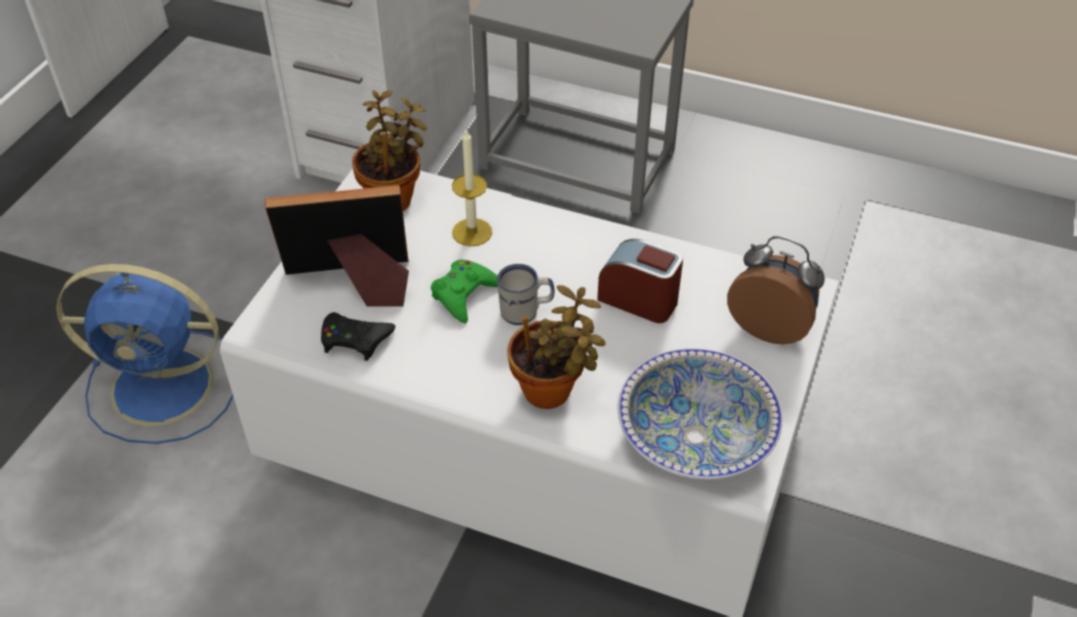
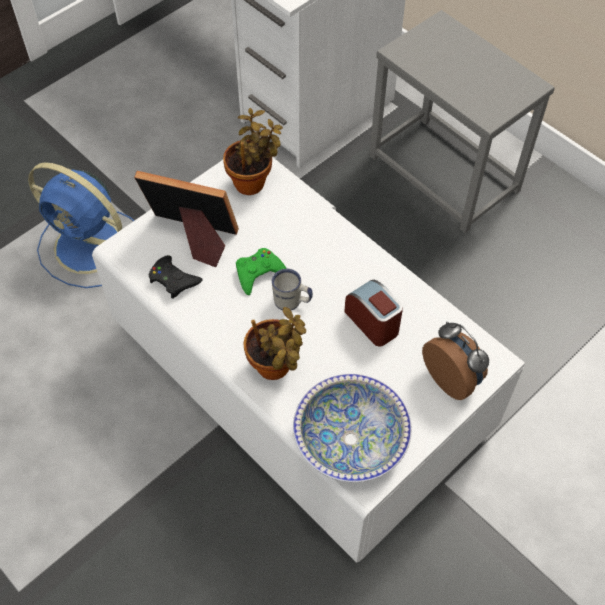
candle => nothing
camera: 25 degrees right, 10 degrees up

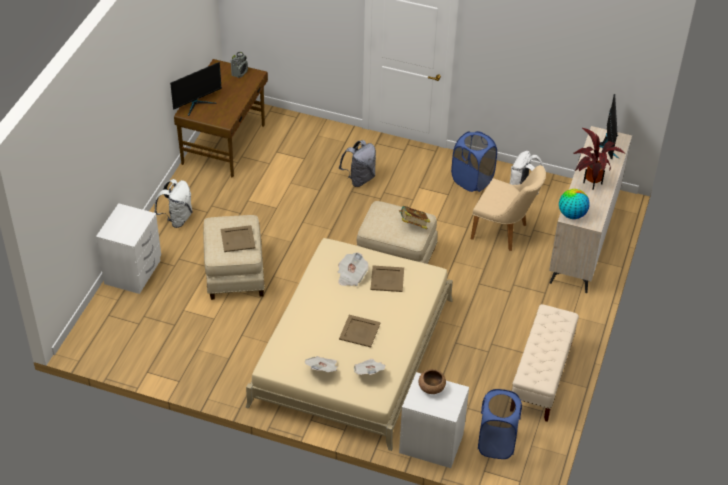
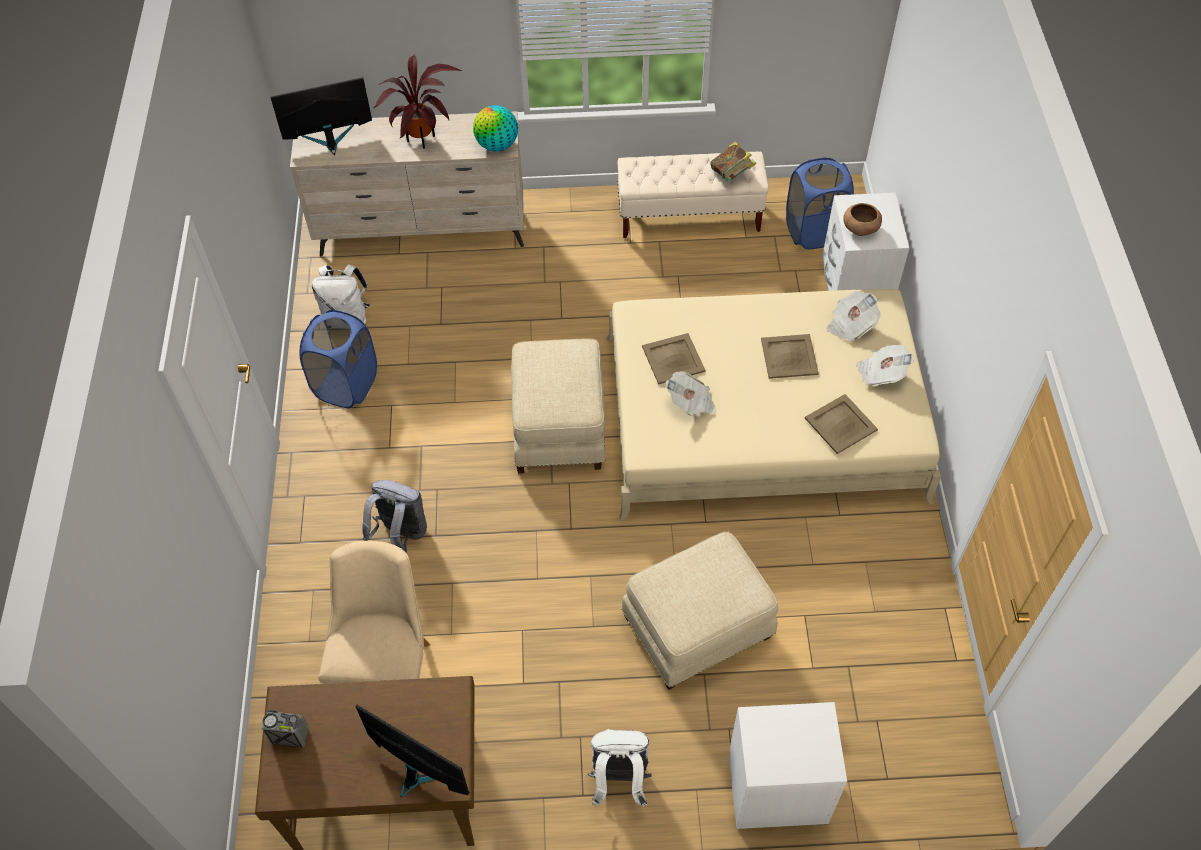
serving tray in beige (no. 1 from left in the first image) => serving tray in beige (no. 3 from left), relocated
volume, relocated
upright chair in beige, relocated
camera: 110 degrees left, 10 degrees up

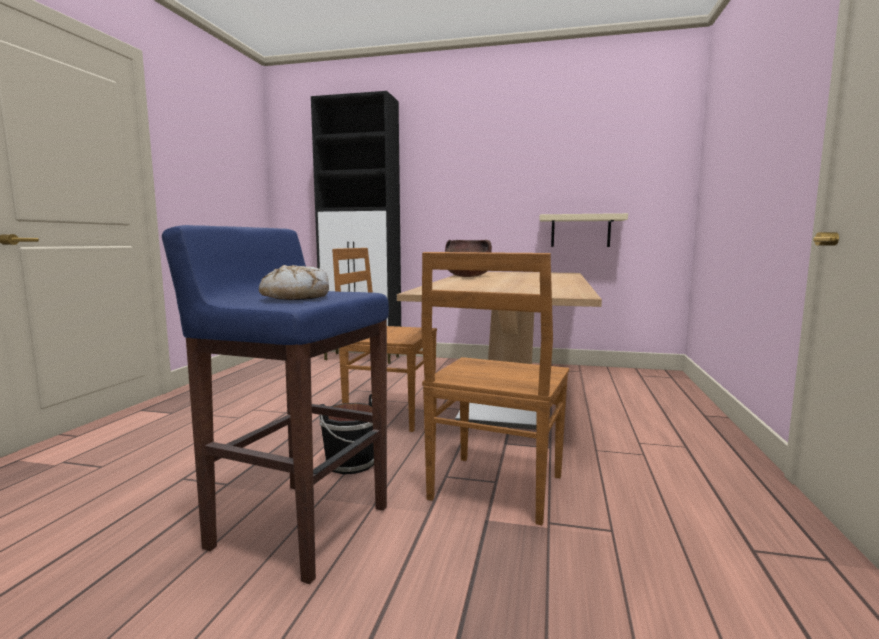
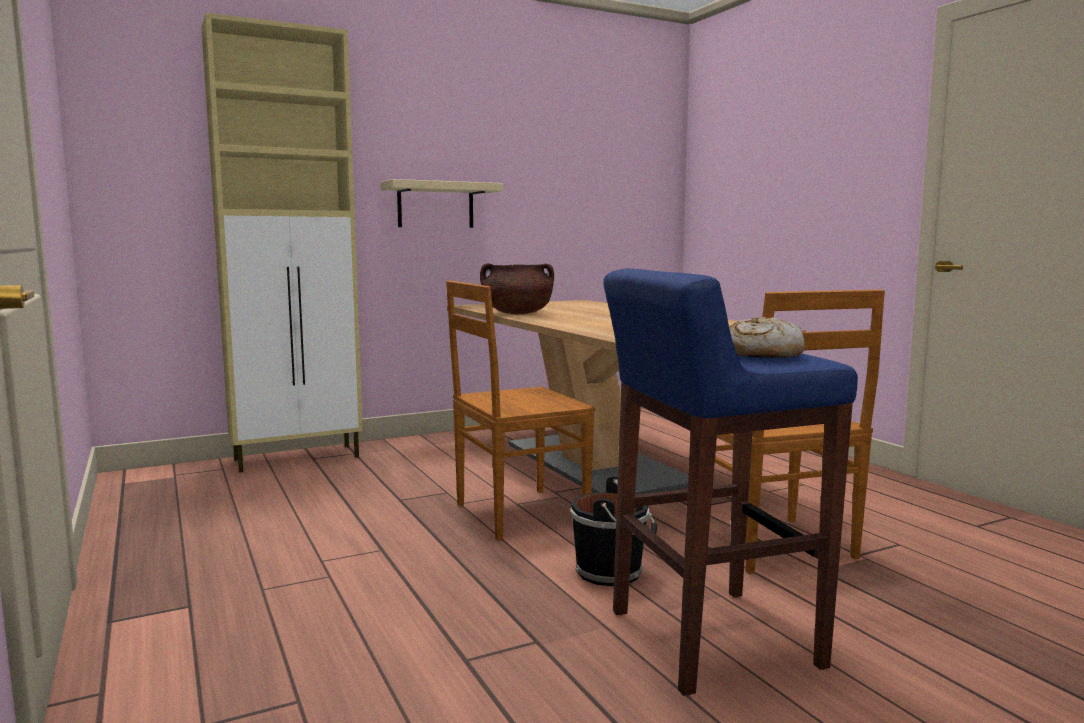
cabinet in black-coloured => cabinet in beige
wall shelf in beige, relocated
camera: 40 degrees left, 0 degrees up

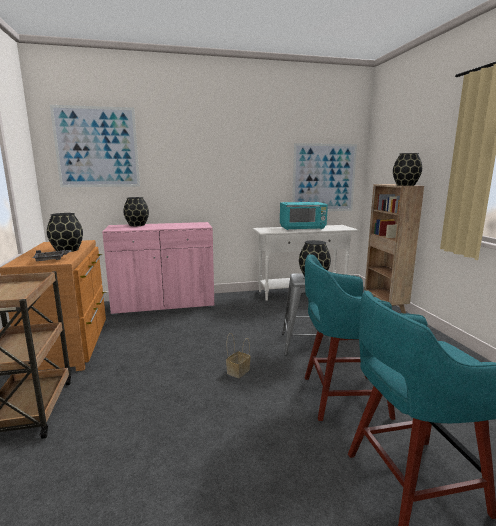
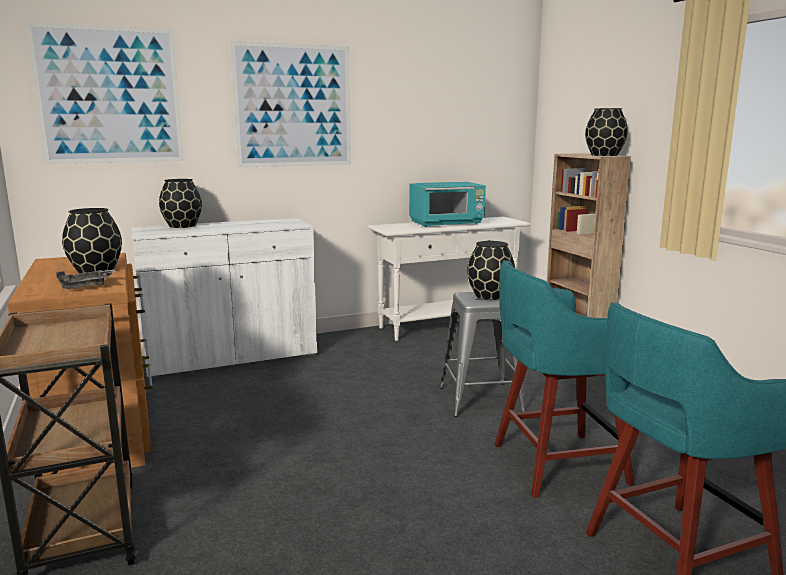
cabinet in pink-coloured => cabinet in white
storage basket => nothing
picture (no. 2 from left), relocated
camera: 10 degrees left, 0 degrees up

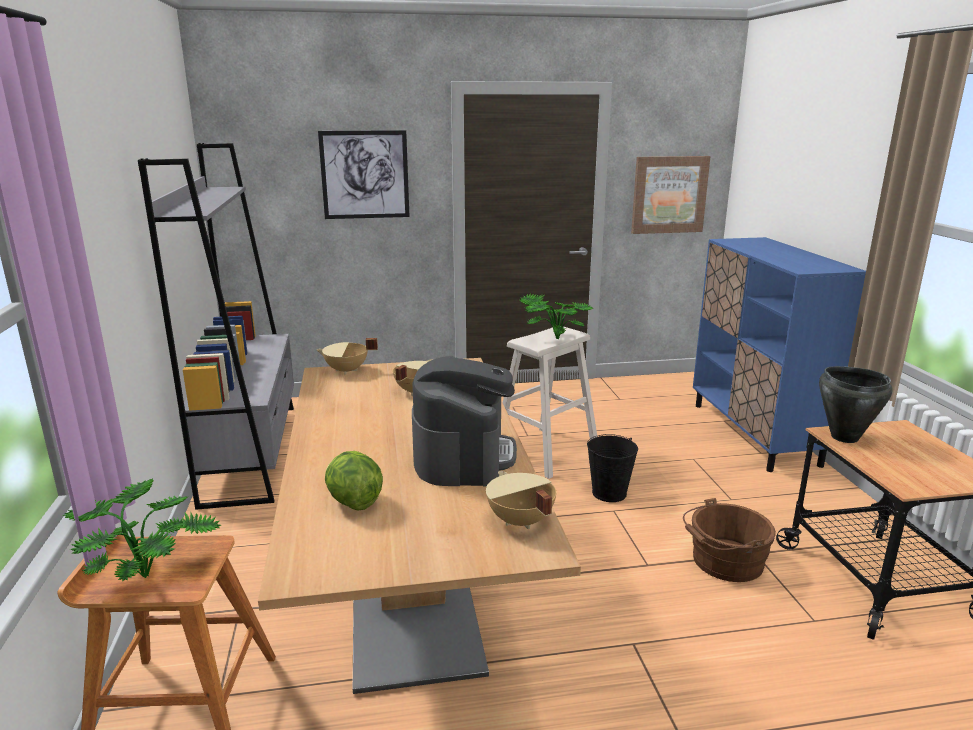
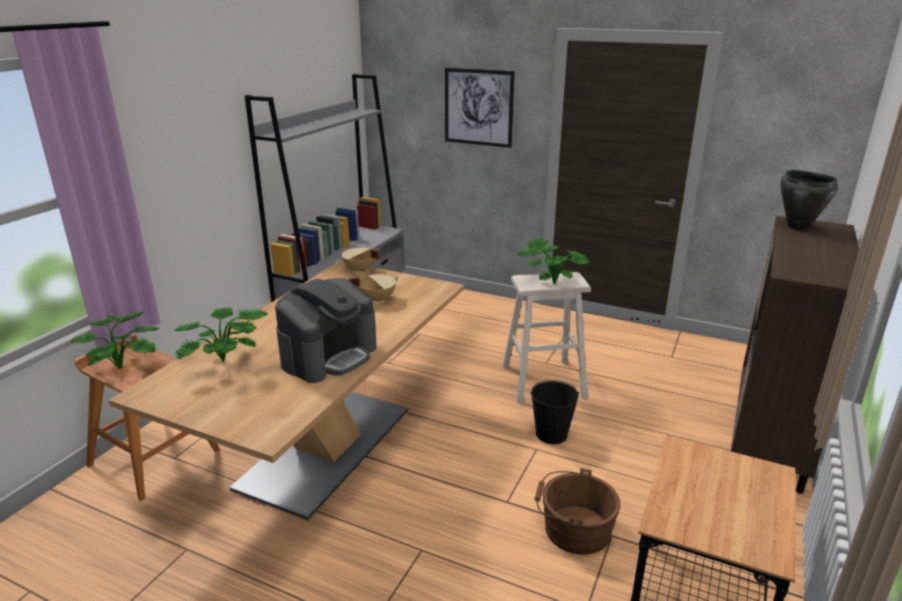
lettuce => plant in a pot (no. 2 from left)
cooking pot in beige (no. 3 from left) => nothing
picture (no. 2 from left) => nothing
cabinet in bluish => cabinet in brown-coloured
cooking pot in black-coloured, relocated
camera: 35 degrees right, 5 degrees up

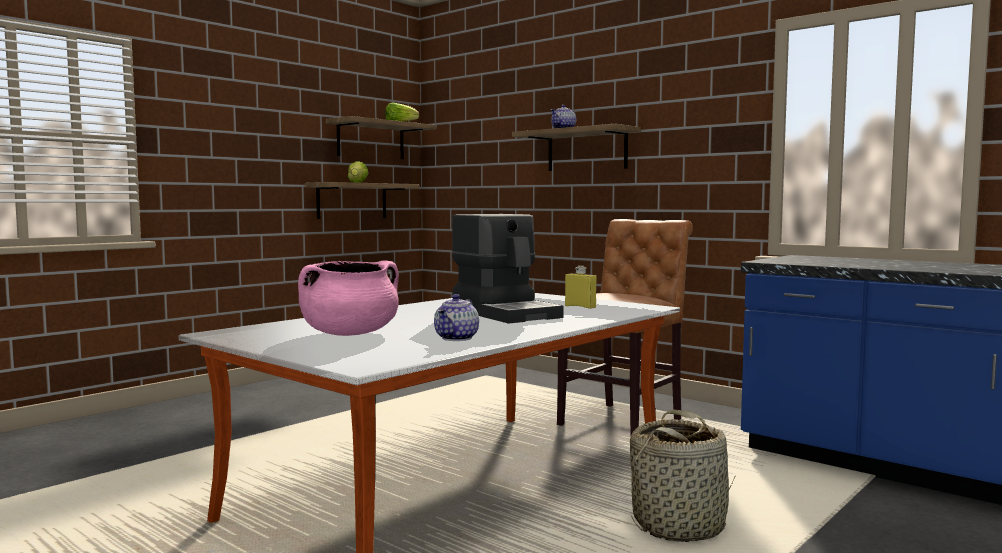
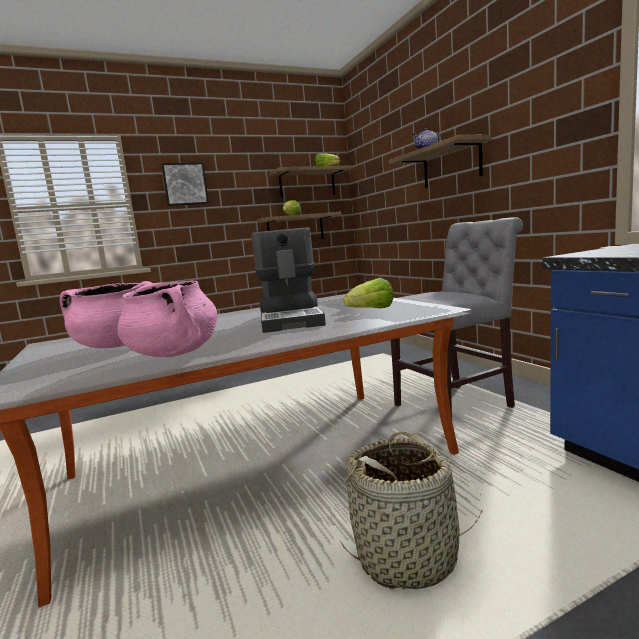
pot for tea (no. 1 from left) => cooking pot in pink-coloured (no. 2 from left)
upright chair in brown-coloured => upright chair in grey
drink bottle in yellow-coloured => lettuce (no. 3 from left)
nothing => picture
camera: 25 degrees right, 5 degrees up

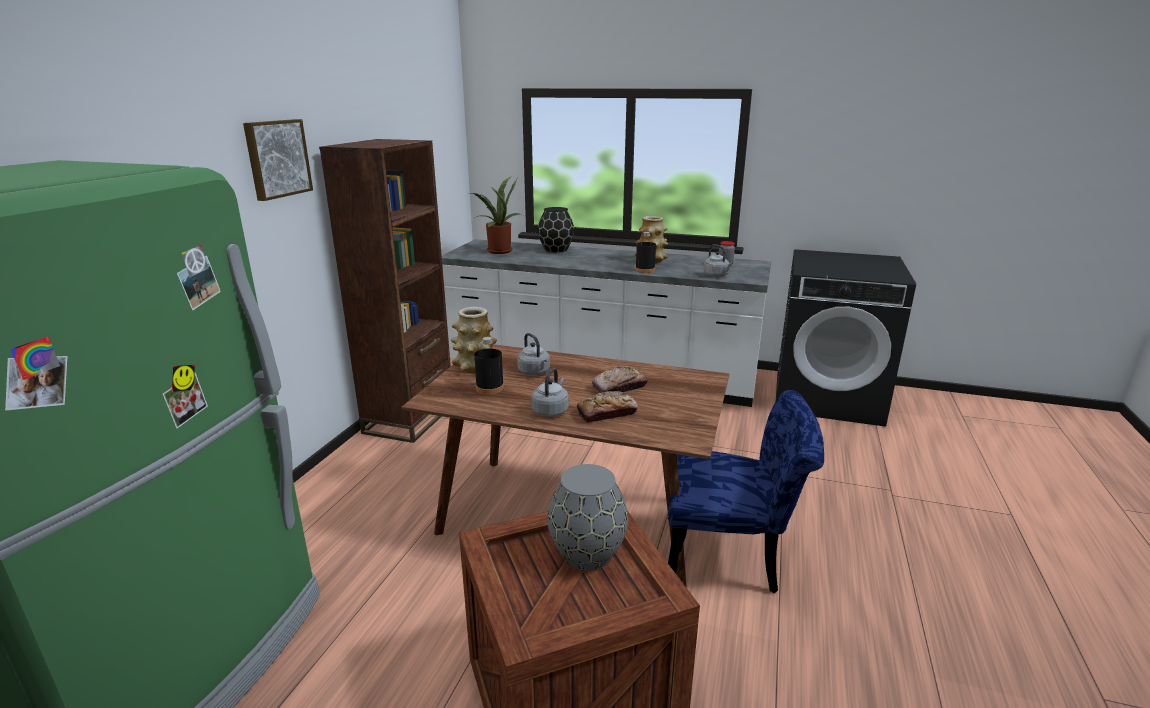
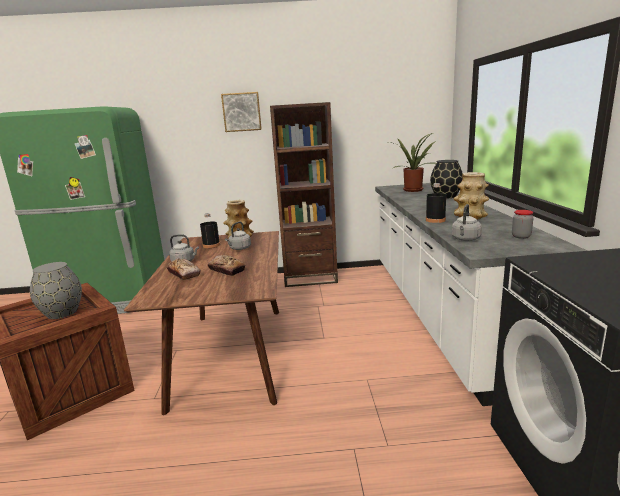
upright chair in bluish => nothing
camera: 70 degrees right, 5 degrees down

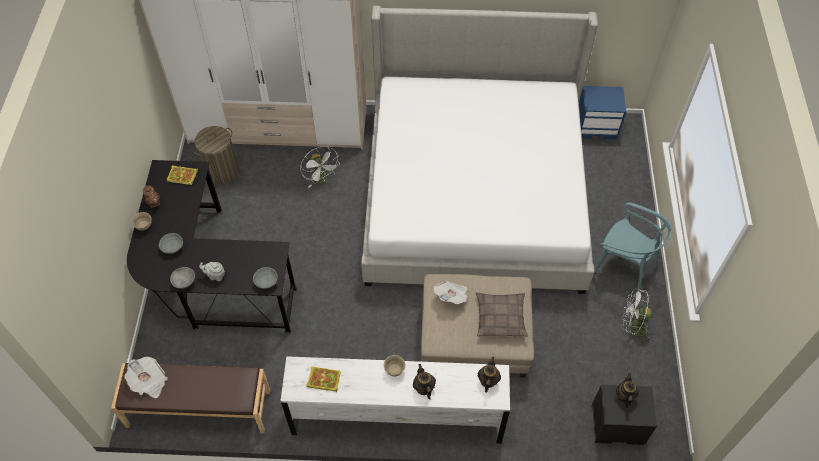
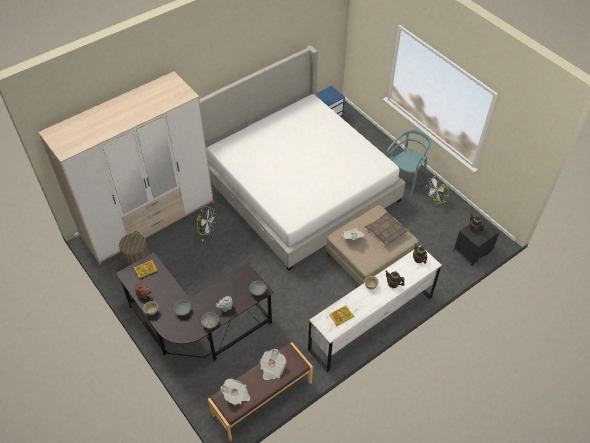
upright chair in turquoise-coloured, 45 degrees counterclockwise
nothing => newspaper (no. 2 from left)
camera: 40 degrees left, 5 degrees down

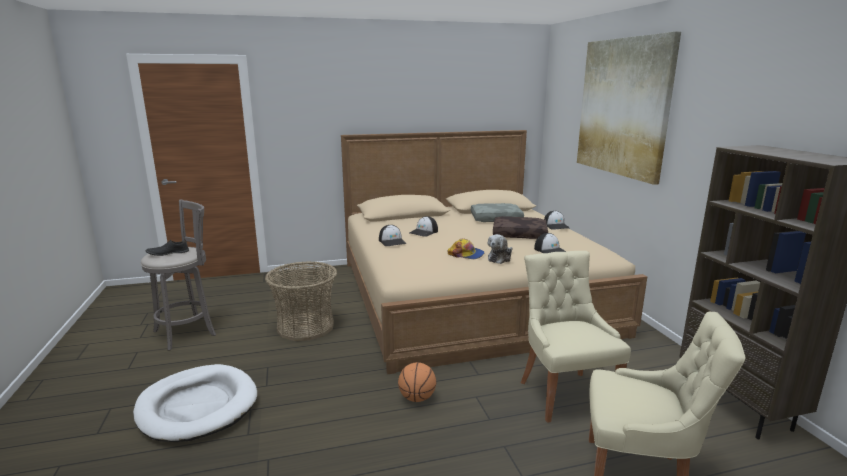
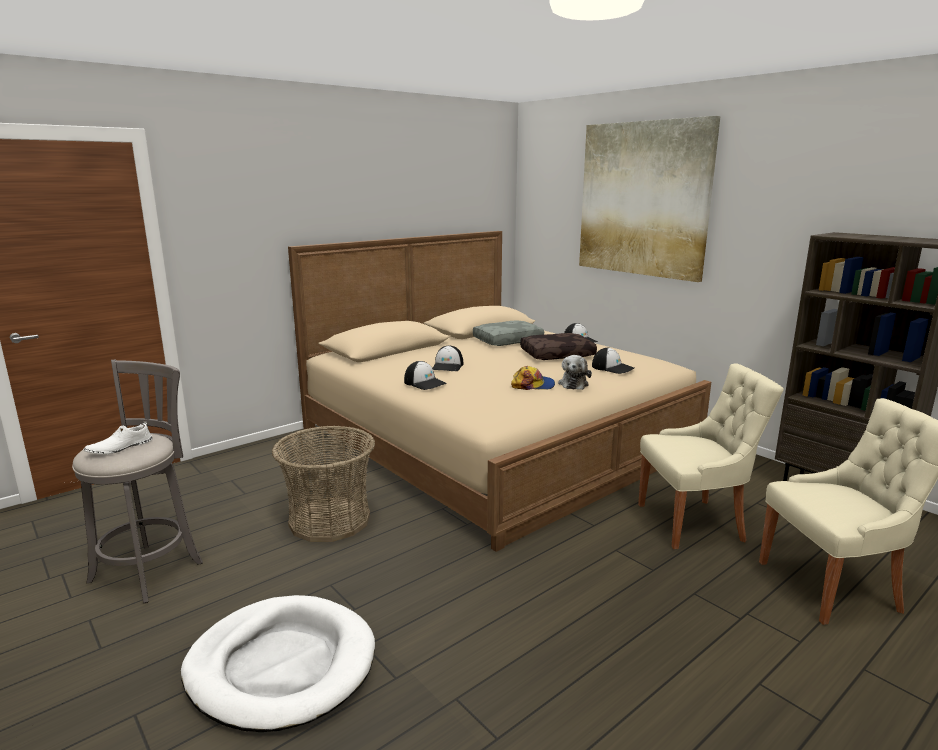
item of footwear in black-coloured => item of footwear in white
basketball => nothing
upright chair in beige (no. 1 from left), 120 degrees clockwise
camera: 25 degrees left, 0 degrees up

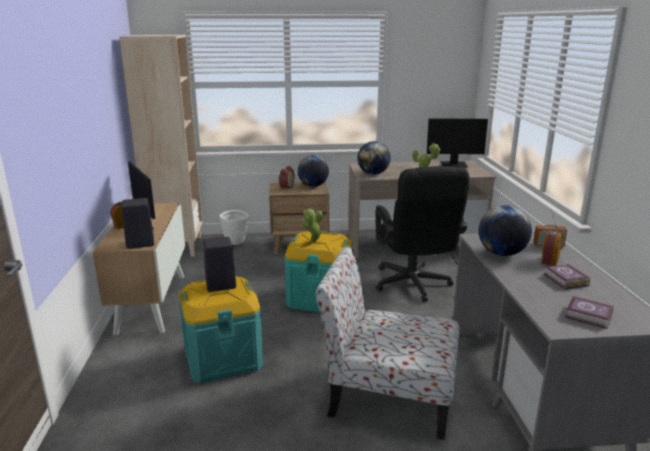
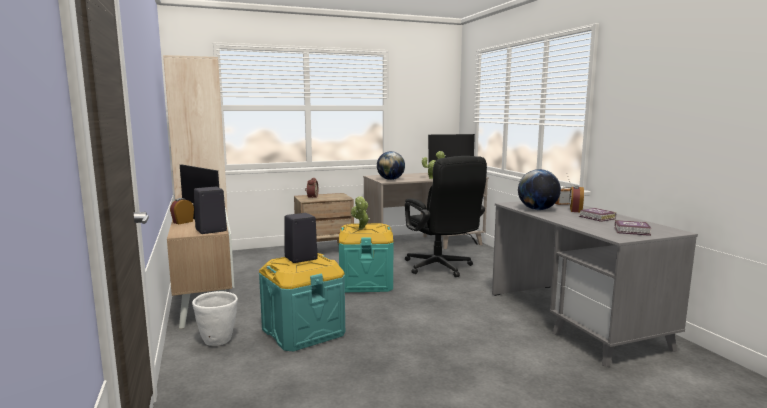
flower pot in white, relocated
desk globe (no. 1 from left) => nothing
upright chair => nothing
camera: 15 degrees left, 10 degrees down

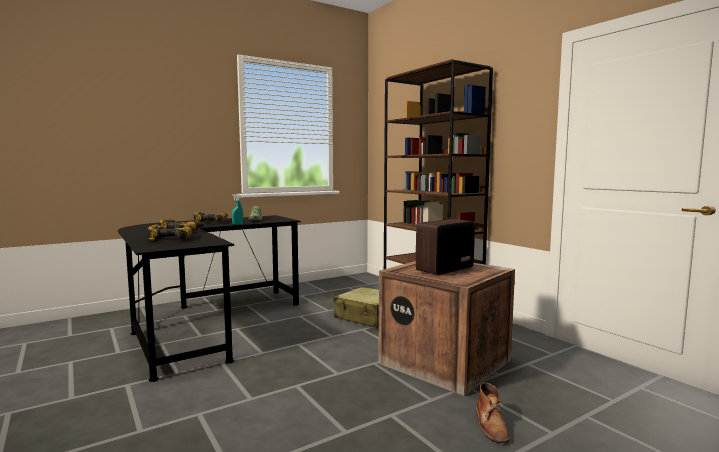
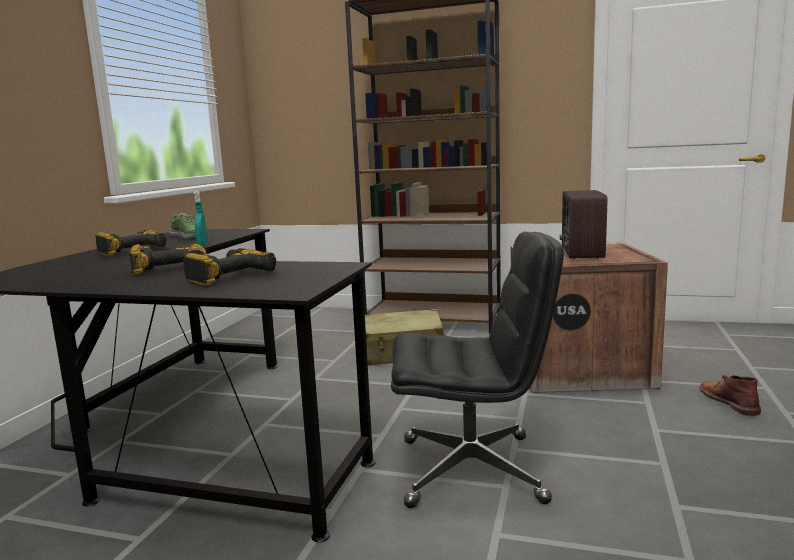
tall boot in brown-coloured, 150 degrees counterclockwise
nothing => office chair in black-coloured
camera: 40 degrees left, 5 degrees up

